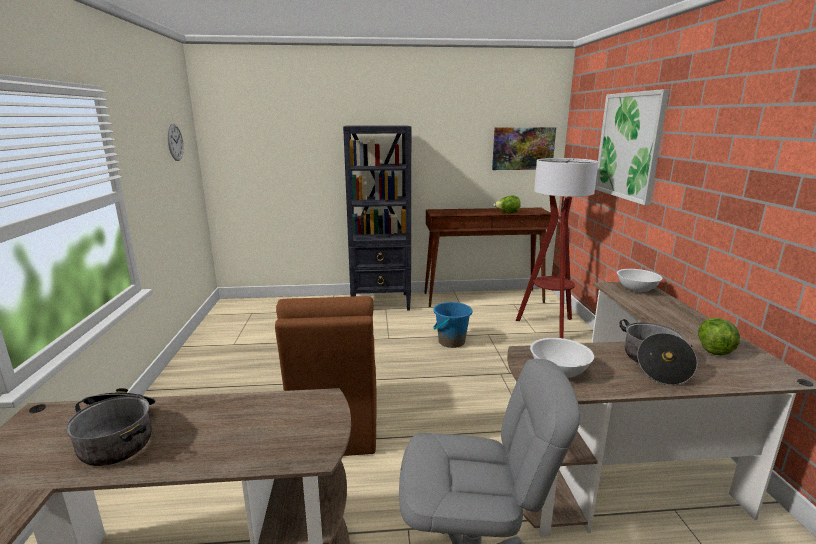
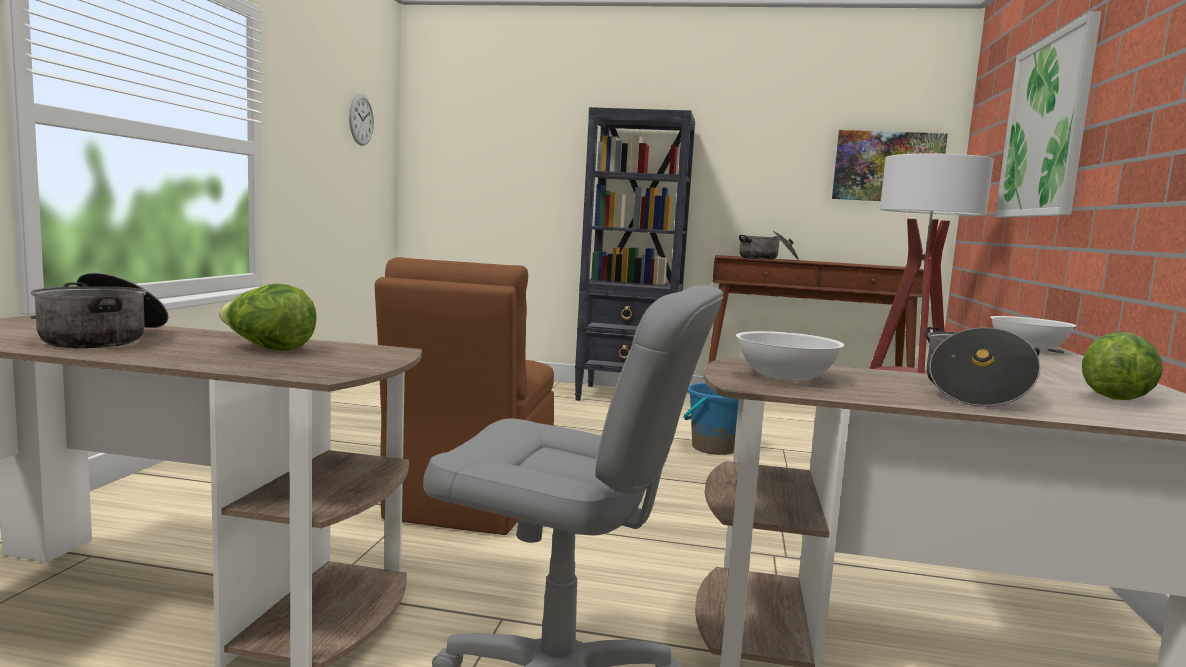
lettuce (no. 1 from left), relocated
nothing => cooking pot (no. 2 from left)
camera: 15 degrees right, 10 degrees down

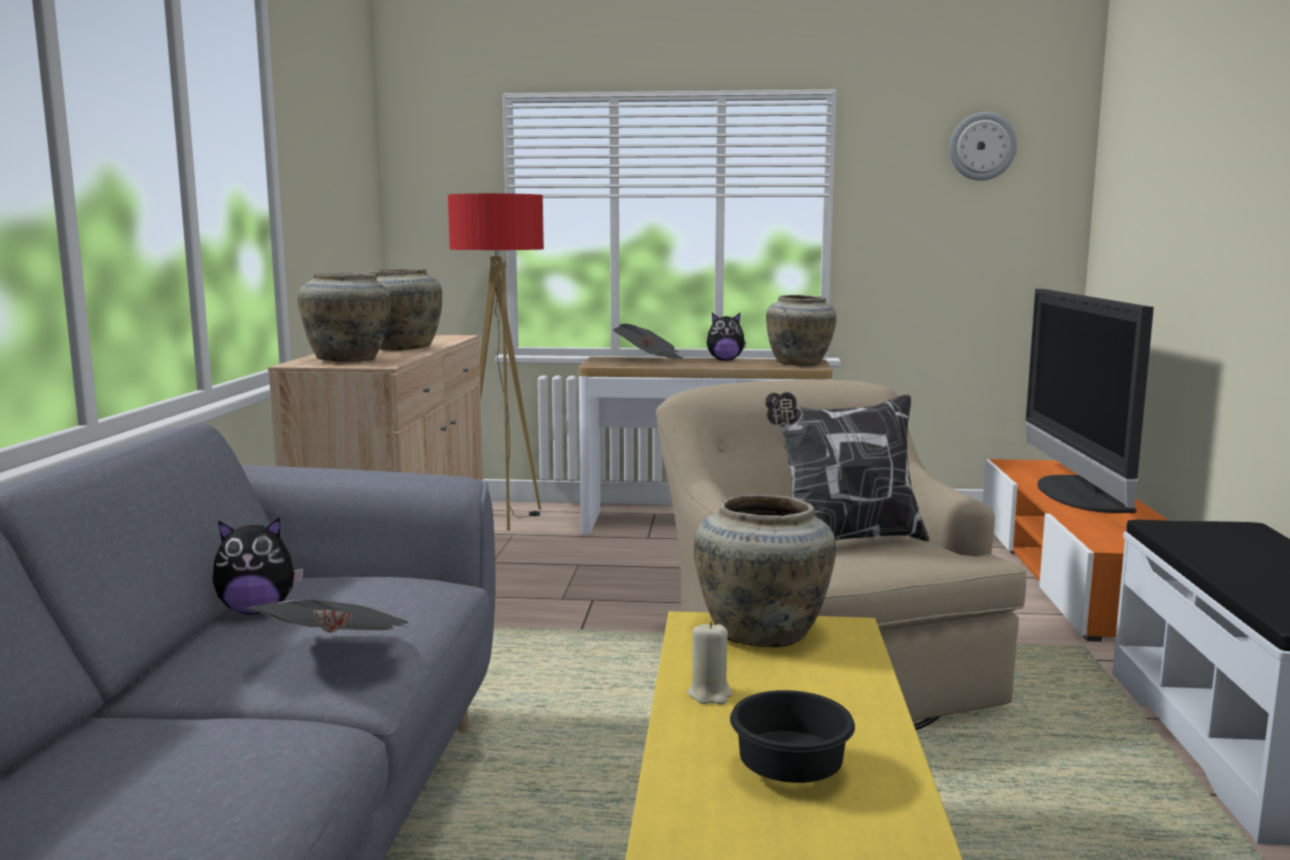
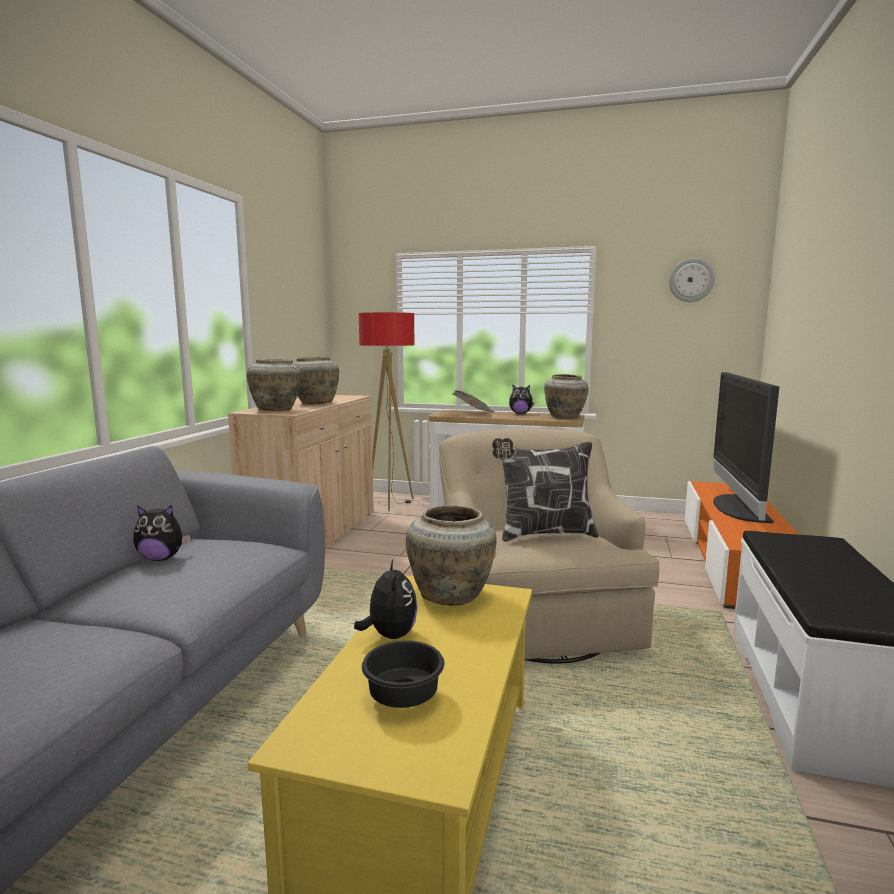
newspaper (no. 1 from left) => nothing
candle in beige => plush toy (no. 2 from left)
camera: 10 degrees right, 0 degrees up

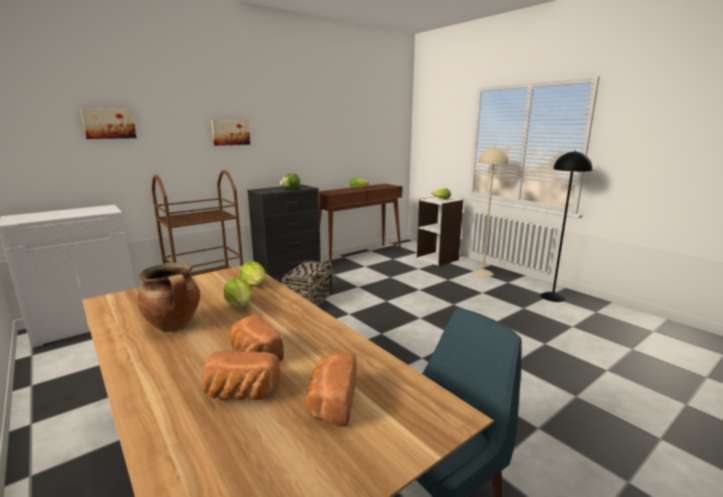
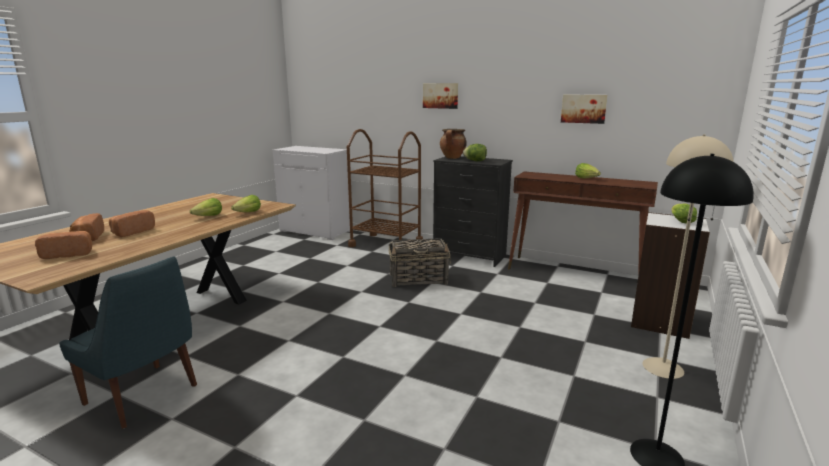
picture (no. 1 from left in the first image) => picture (no. 2 from left), relocated
cooking pot, relocated
camera: 65 degrees right, 0 degrees up

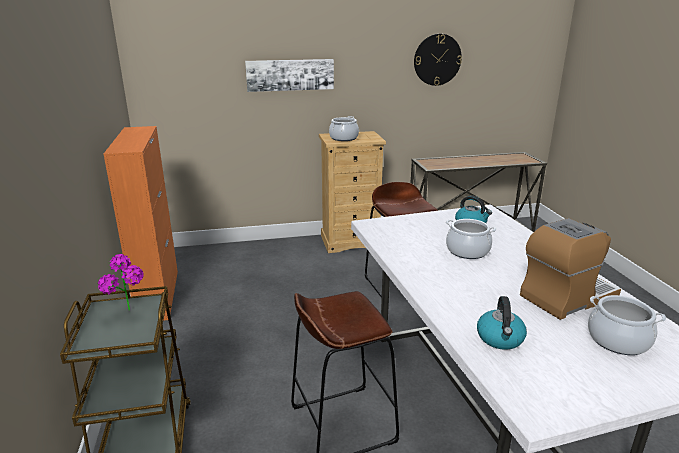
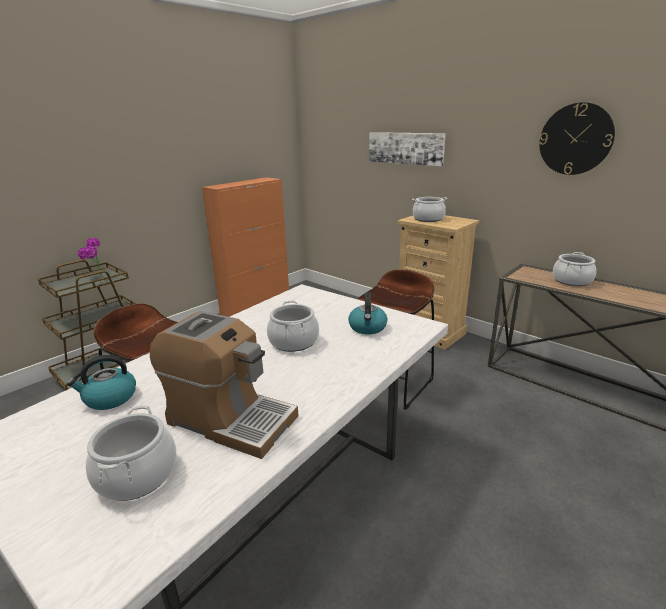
nothing => cooking pot (no. 4 from left)
camera: 55 degrees right, 0 degrees up

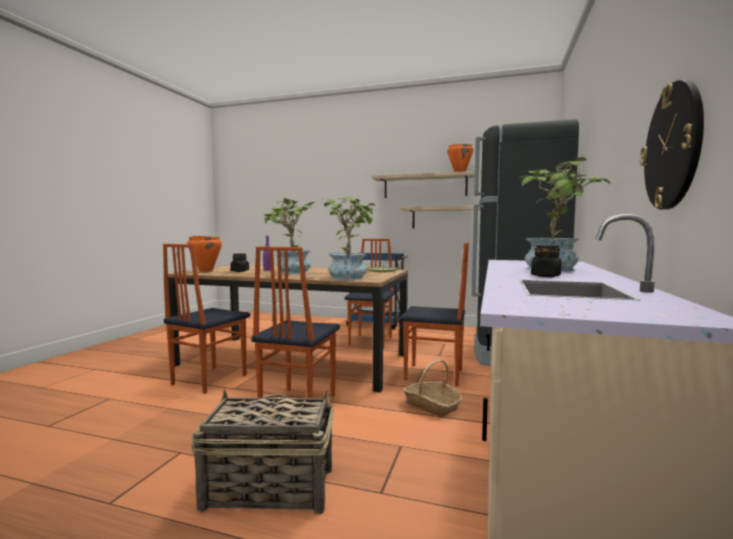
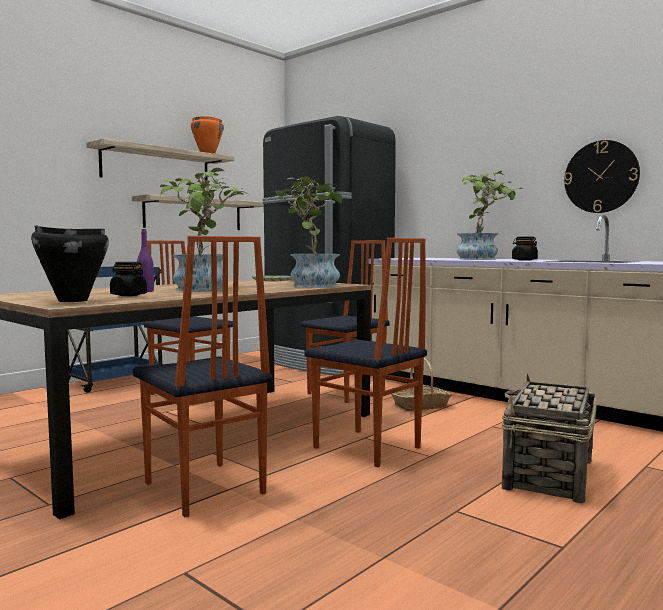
cooking pot in orange (no. 1 from left) => cooking pot in black-coloured
camera: 65 degrees left, 0 degrees up

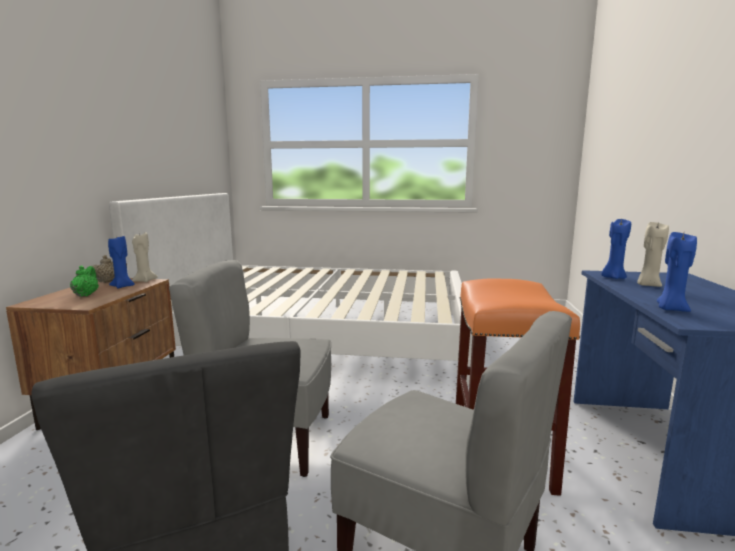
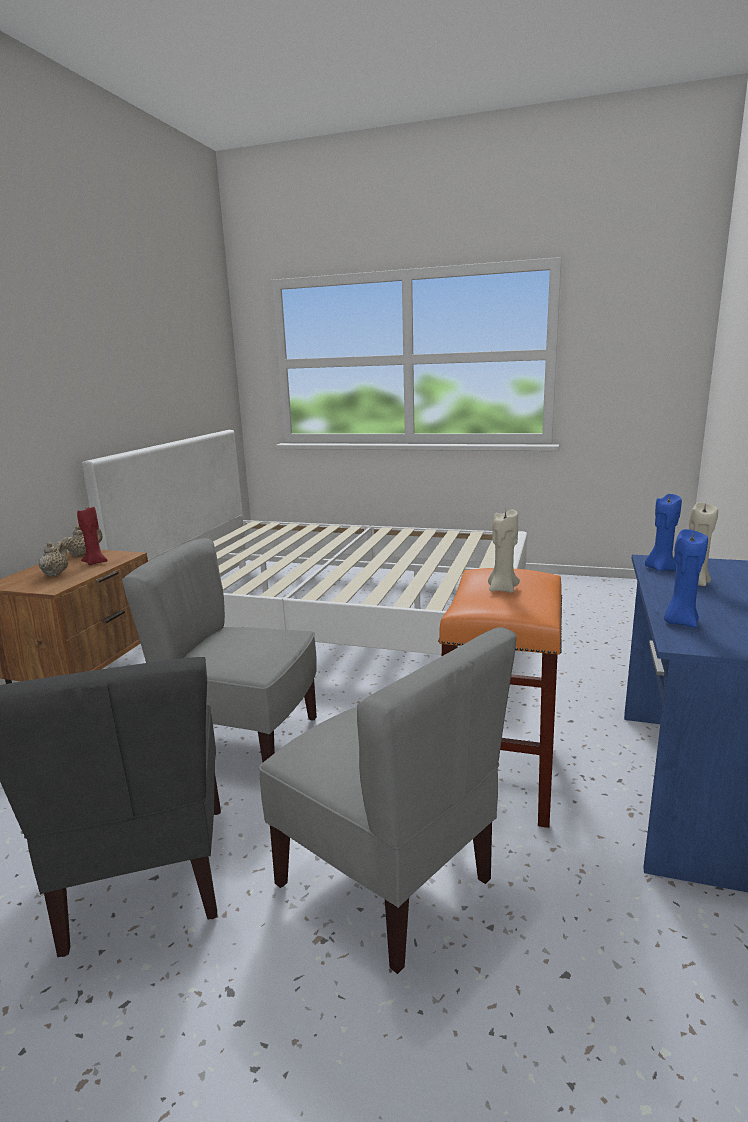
pot for tea in greenish => pot for tea in beige (no. 1 from left)
candle in bluish (no. 1 from left) => candle in reddish
candle in beige (no. 1 from left), relocated
camera: 10 degrees right, 5 degrees up

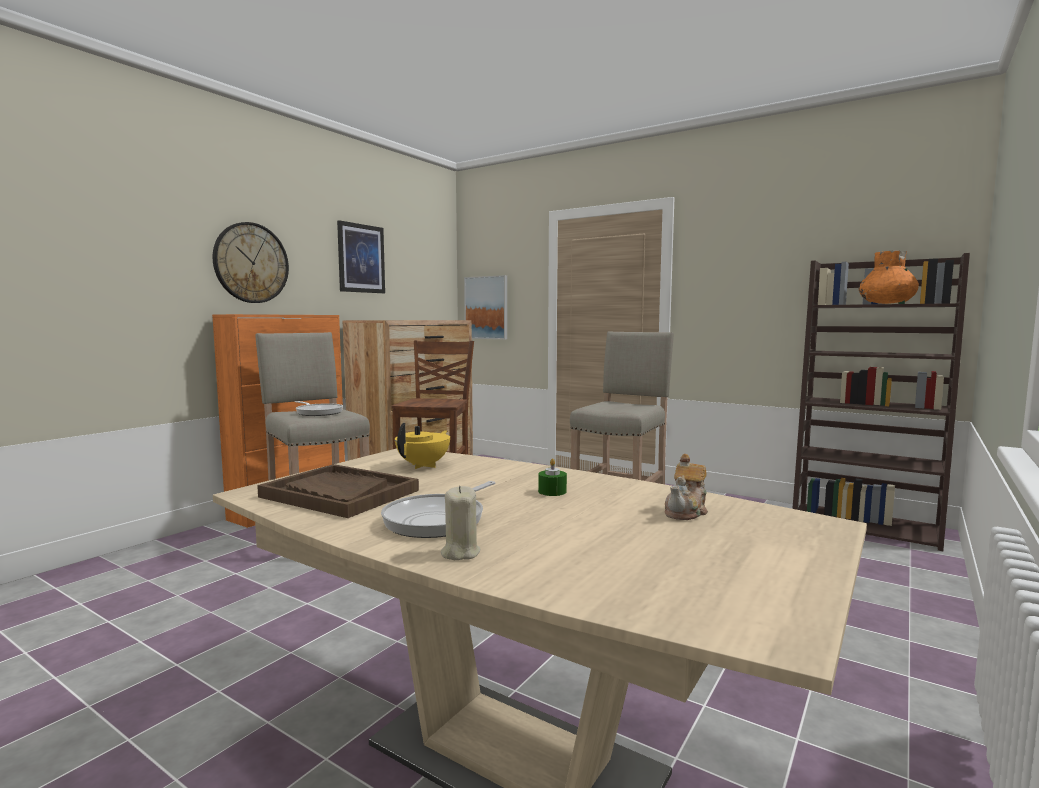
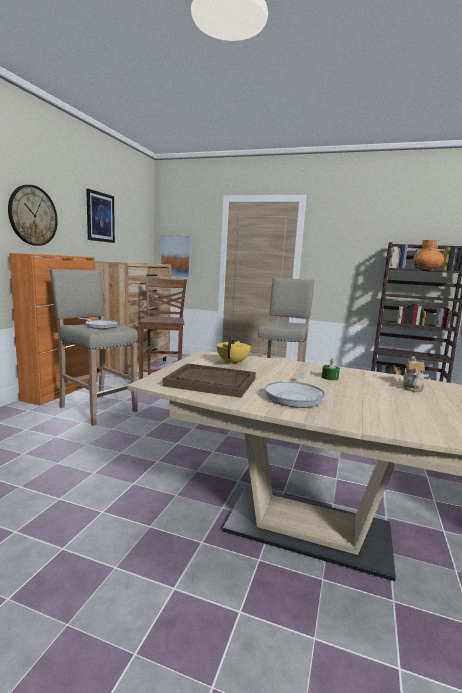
candle in beige => nothing
camera: 15 degrees left, 5 degrees up

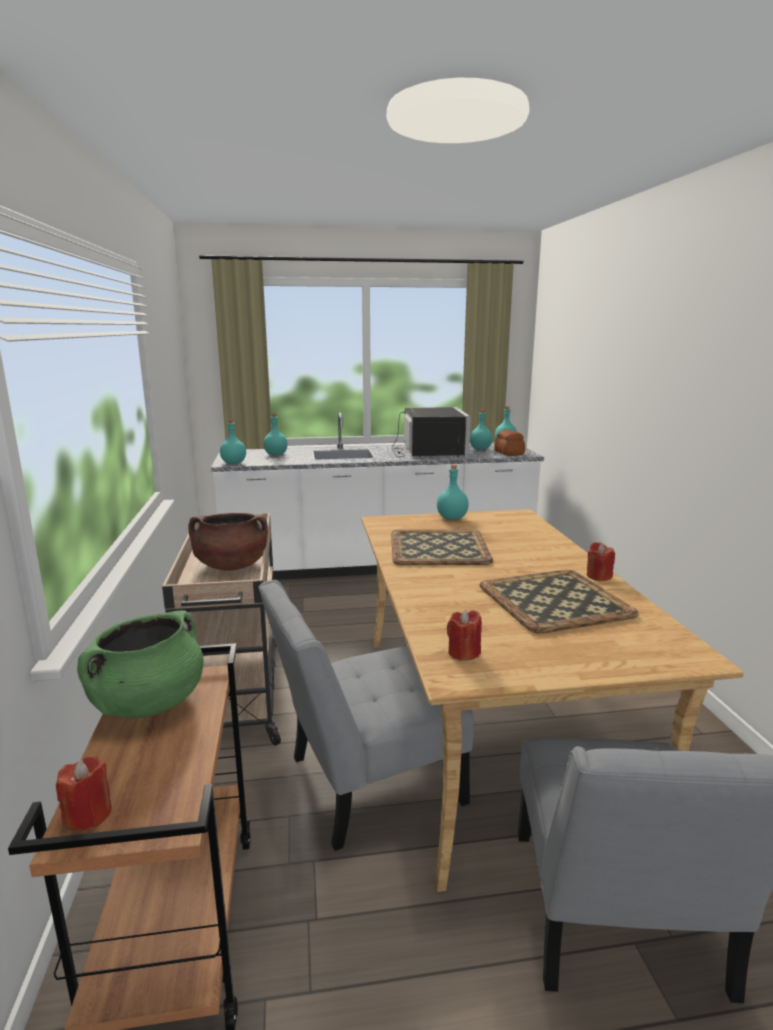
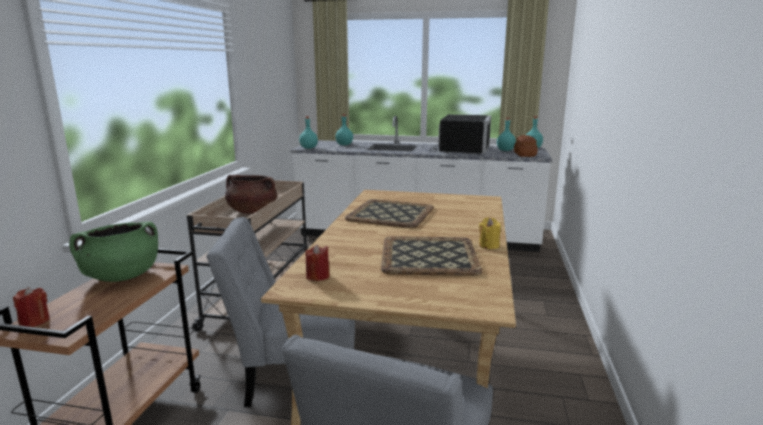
drink bottle in turquoise-coloured (no. 3 from left) => nothing
candle in reddish (no. 3 from left) => candle in yellow-coloured
camera: 20 degrees right, 0 degrees up

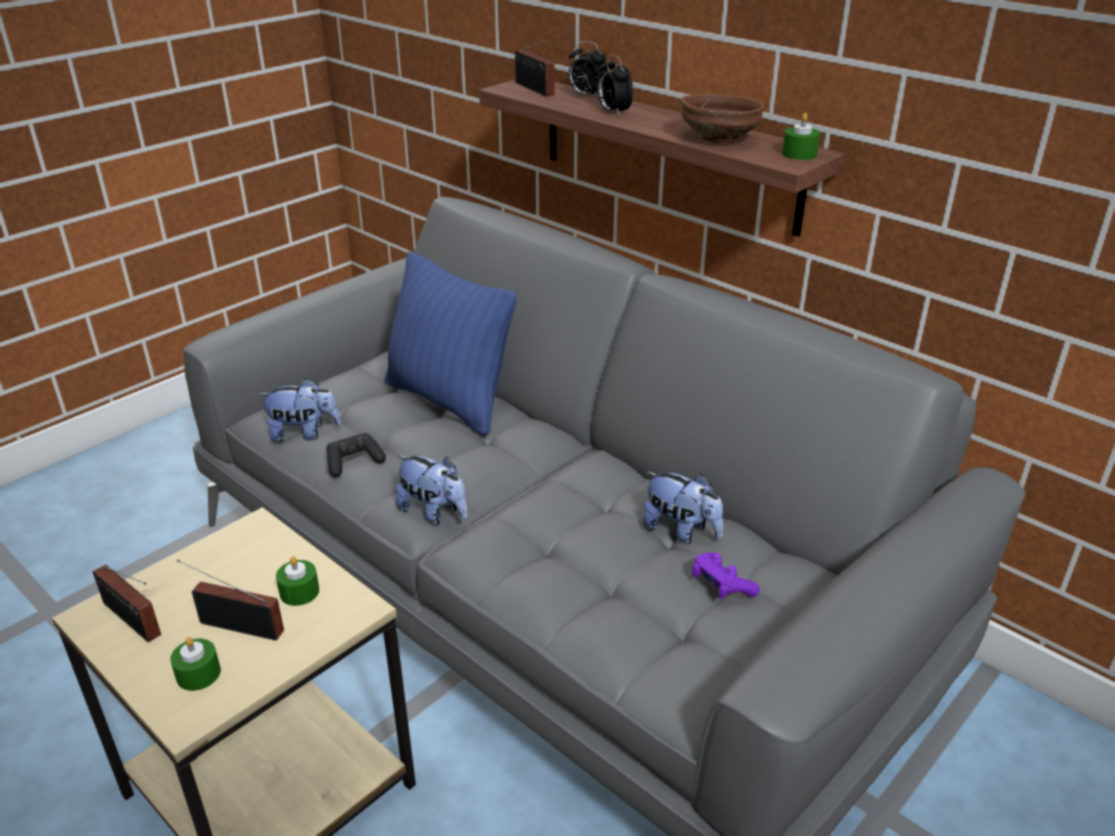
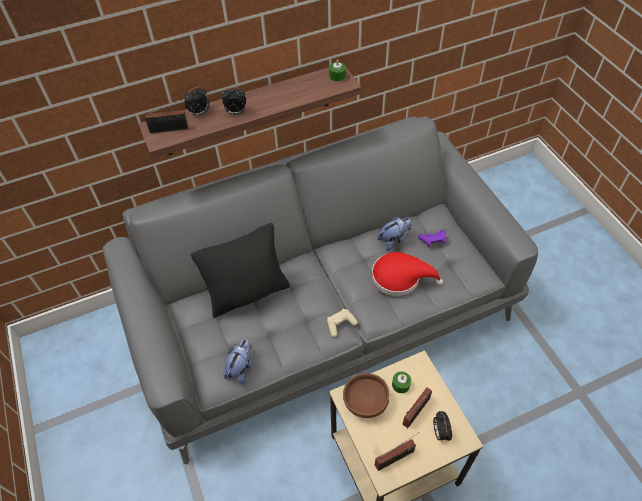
candle in greenish (no. 1 from left) => alarm clock (no. 3 from left)
gamepad in black-coloured => nothing
cushion in bluish => cushion in black-coloured
plush toy (no. 2 from left) => gamepad in beige
serving bowl in brown-coloured, relocated
nothing => clothing hat in reddish
camera: 65 degrees left, 20 degrees up

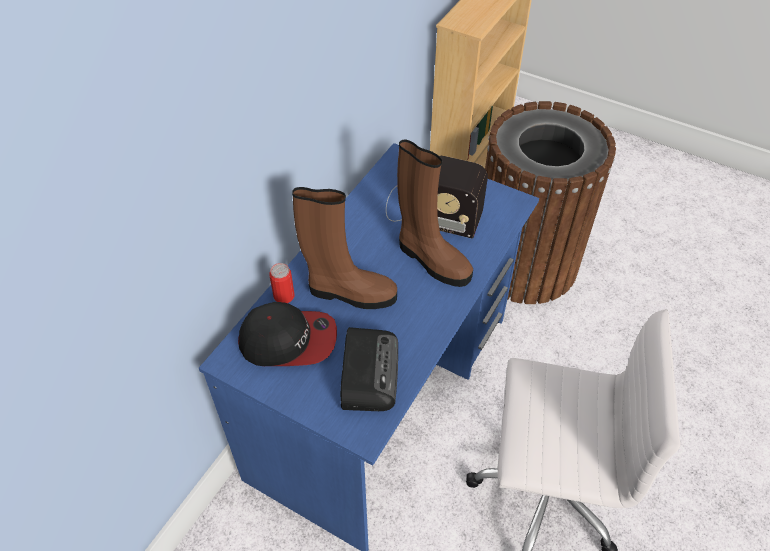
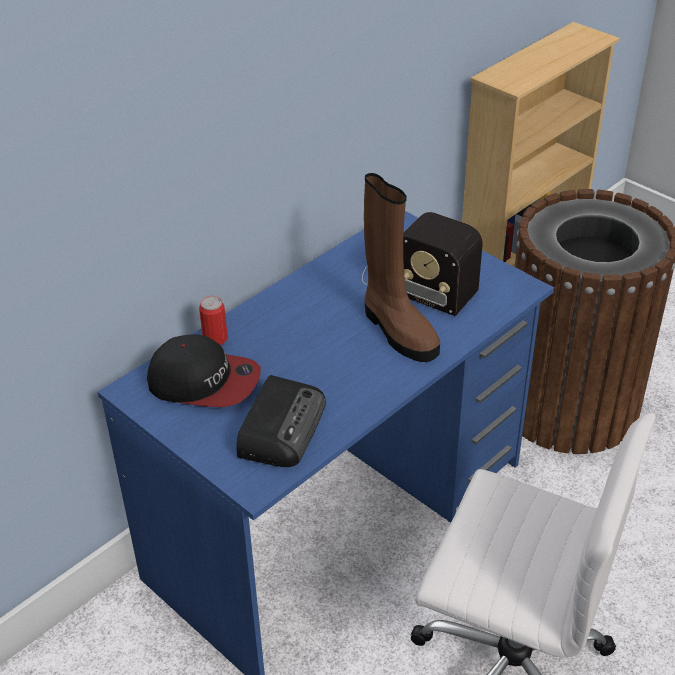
tall boot in brown-coloured (no. 1 from left) => nothing
camera: 15 degrees right, 10 degrees down

